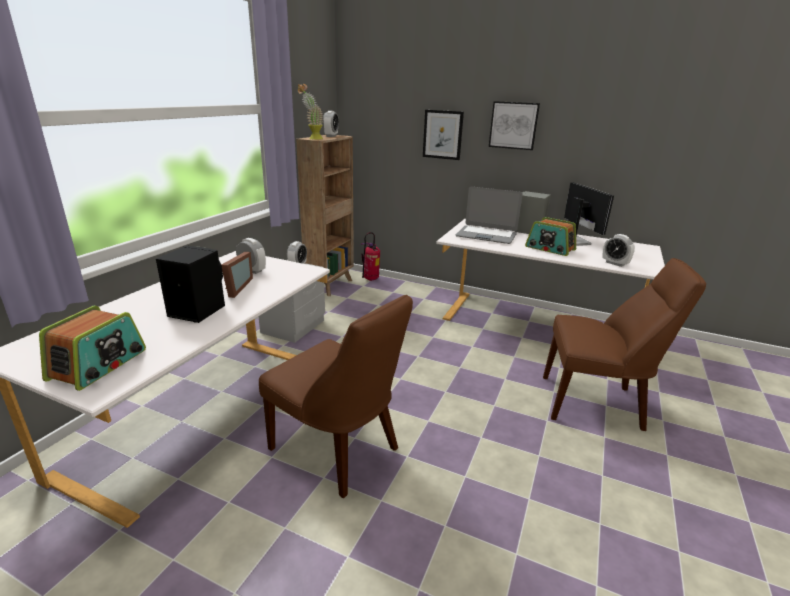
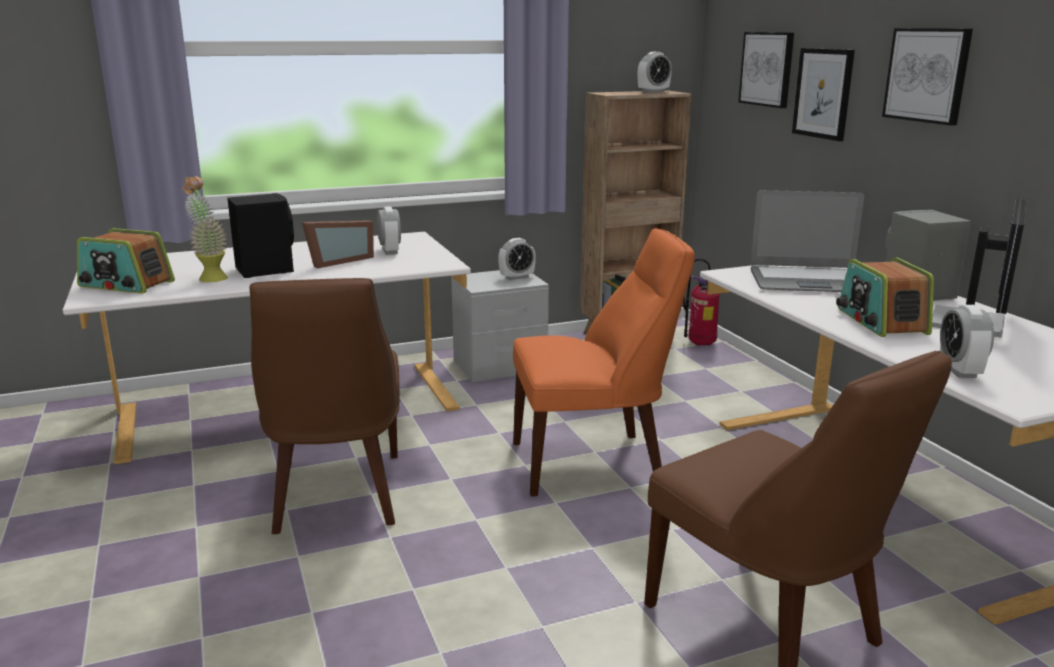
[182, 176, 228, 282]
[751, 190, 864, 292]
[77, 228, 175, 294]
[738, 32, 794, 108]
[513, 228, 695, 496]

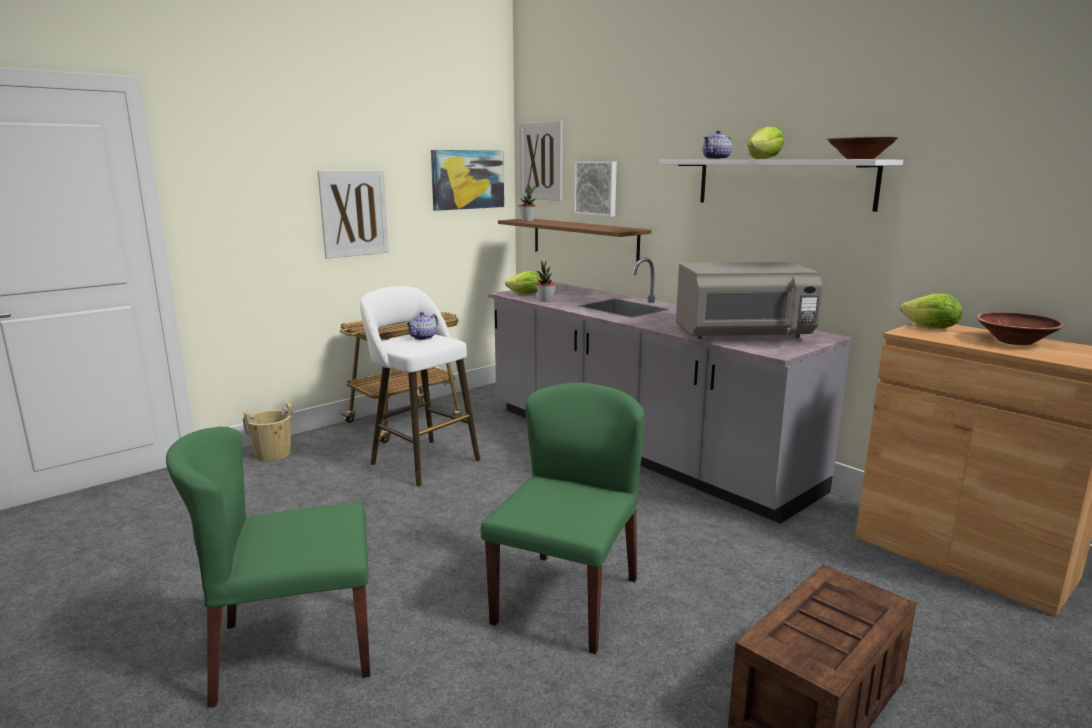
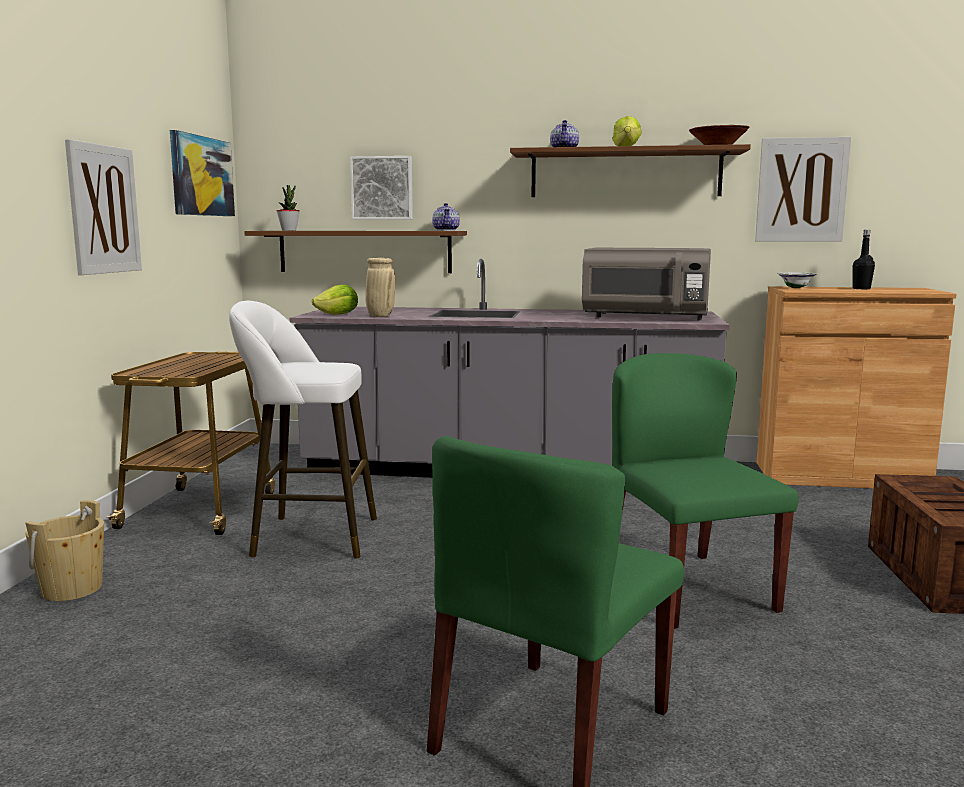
[755, 137, 851, 242]
[510, 144, 751, 197]
[365, 258, 395, 317]
[582, 248, 711, 320]
[777, 273, 818, 288]
[432, 203, 460, 231]
[853, 230, 875, 289]

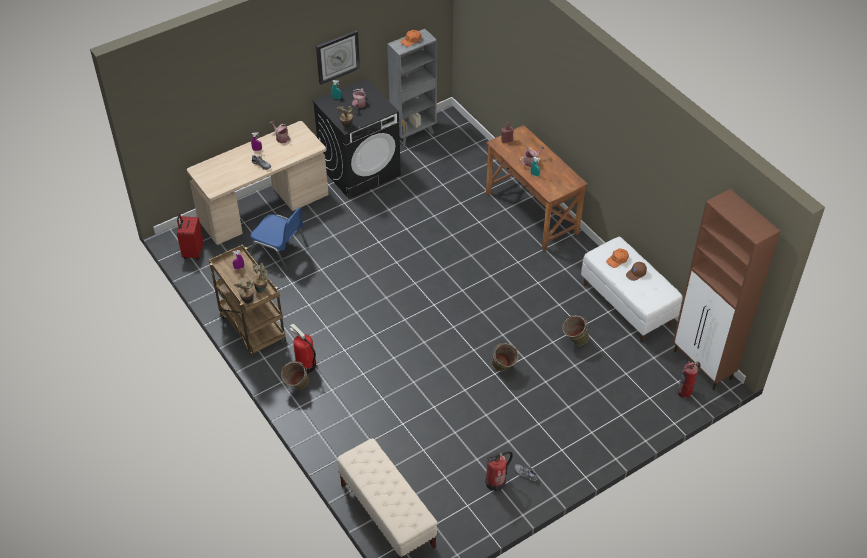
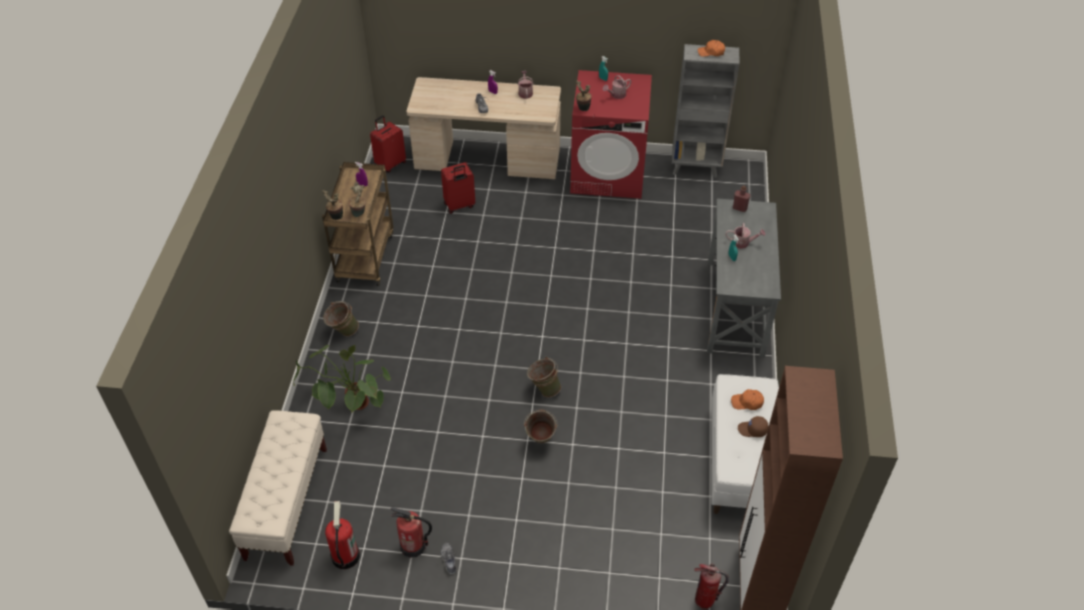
[316, 30, 360, 85] (first image)
[570, 70, 652, 199]
[707, 198, 781, 358]
[441, 162, 475, 214]
[527, 357, 561, 397]
[325, 501, 360, 569]
[293, 345, 391, 412]

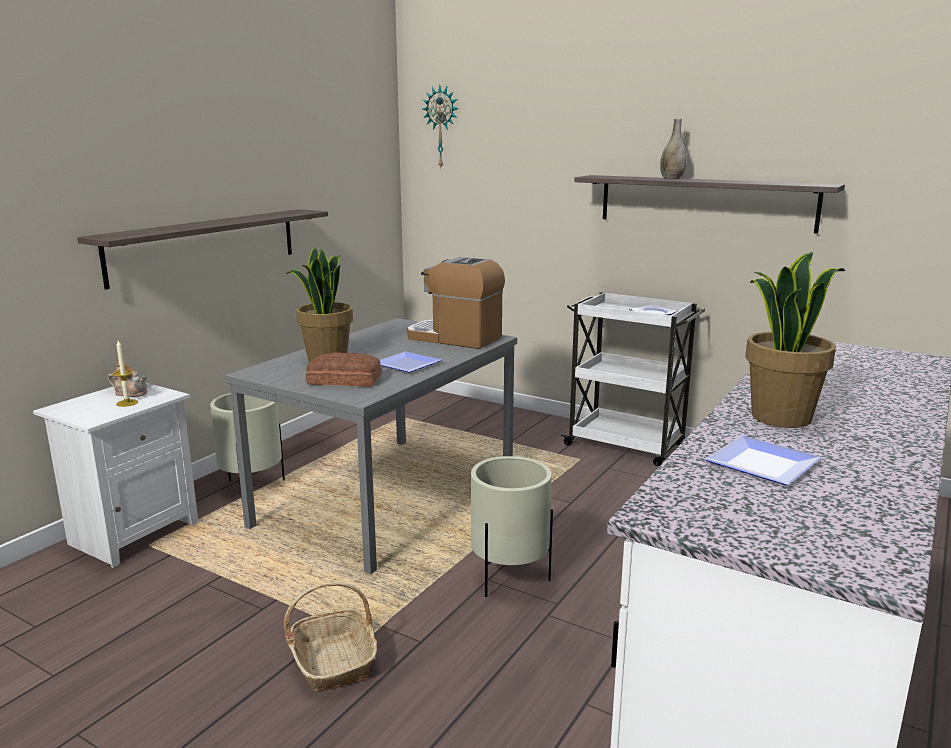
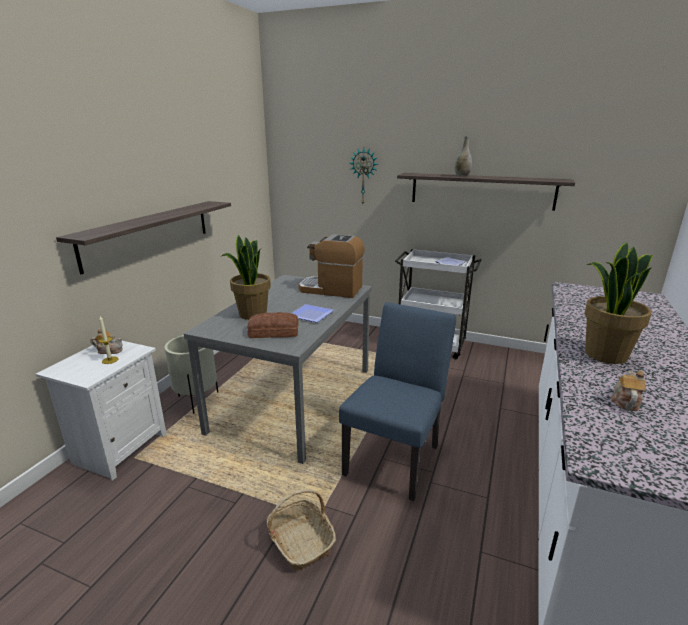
[349, 148, 378, 204]
[611, 371, 646, 411]
[339, 302, 456, 501]

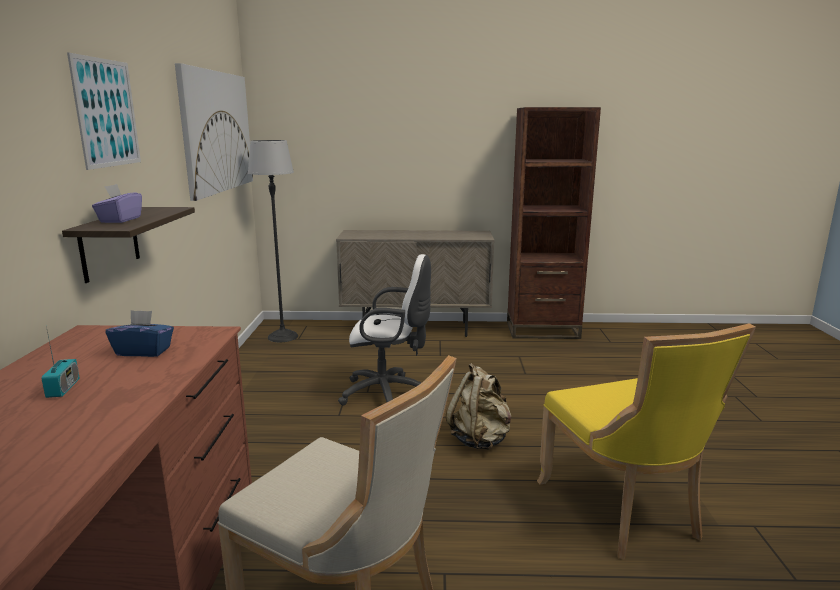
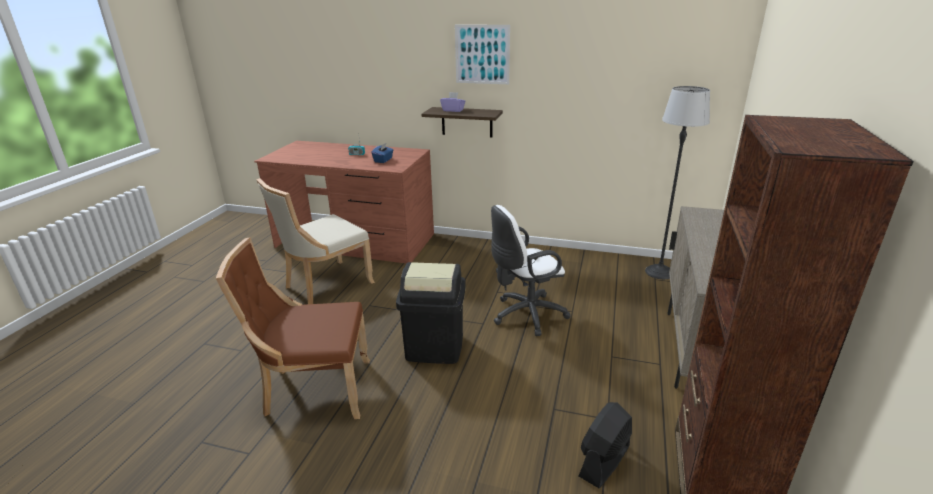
[175, 63, 253, 201] (first image)
[491, 205, 571, 336]
[216, 238, 370, 419]
[396, 262, 466, 364]
[579, 402, 632, 488]

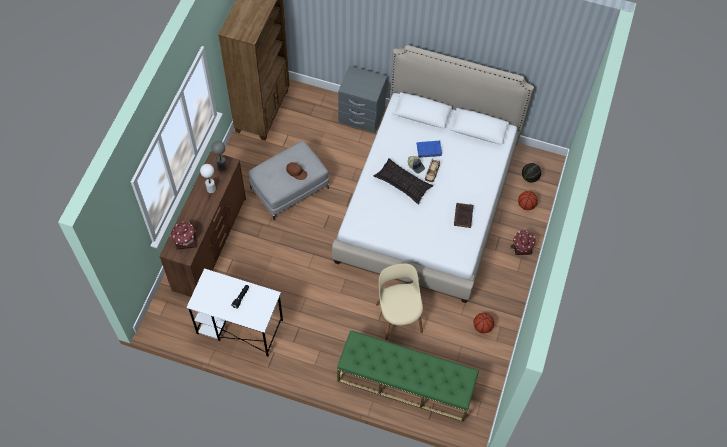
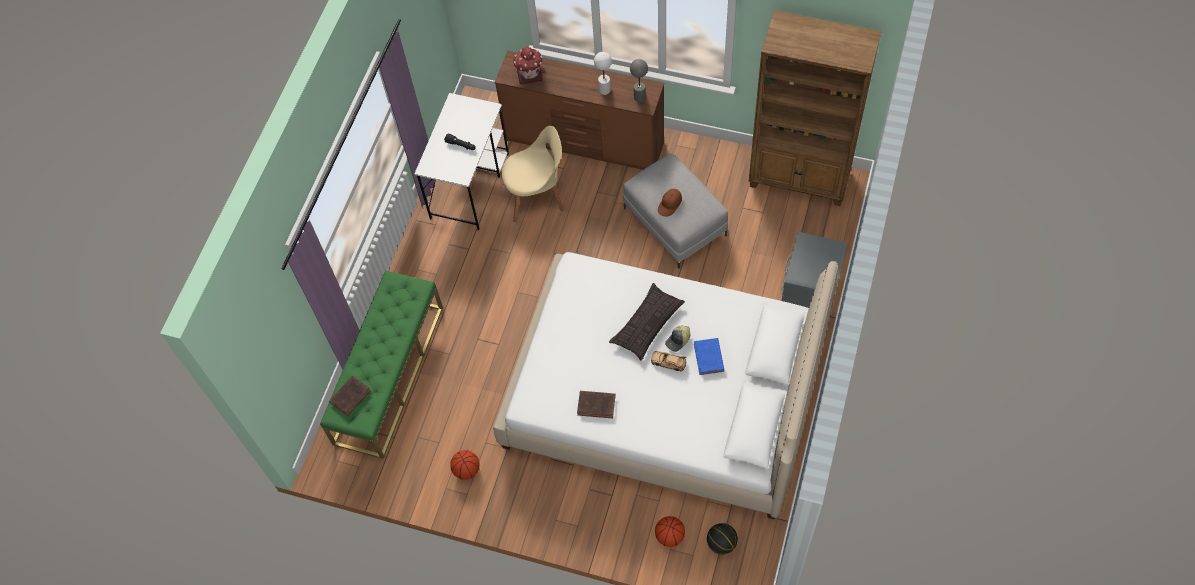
[511, 230, 535, 255] (first image)
[502, 126, 564, 222]
[329, 376, 371, 416]

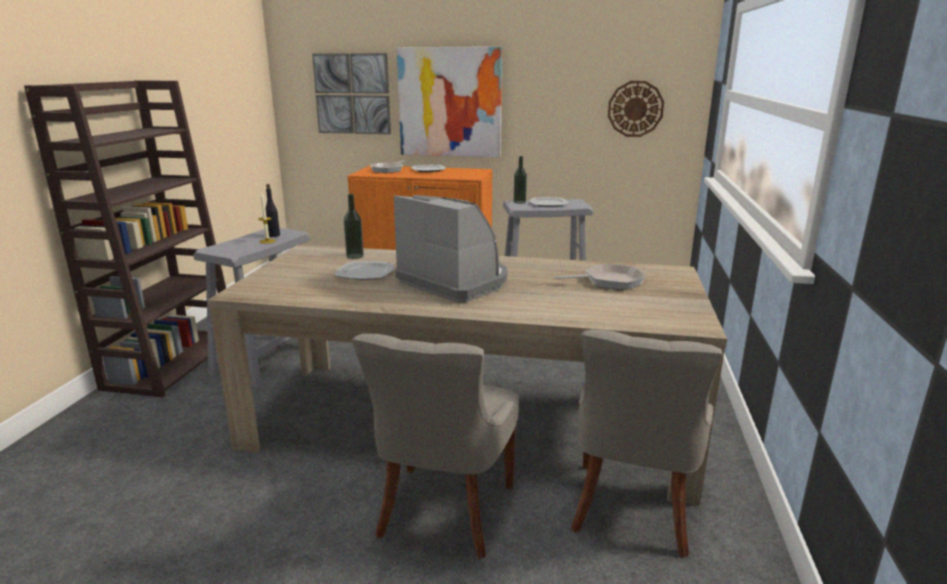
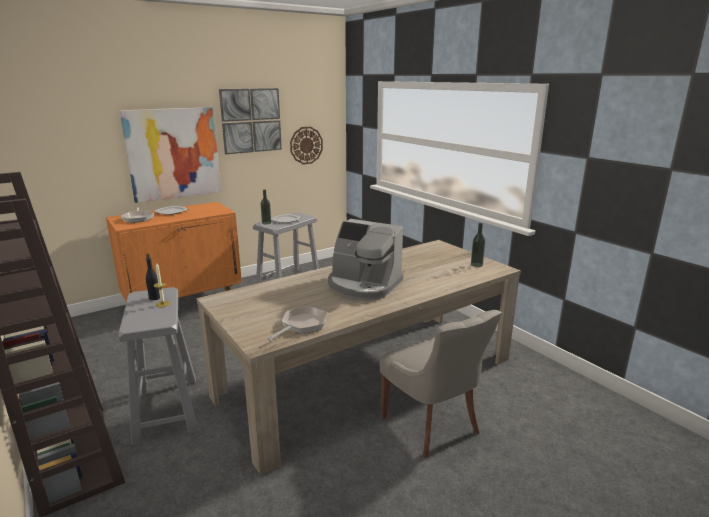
[219, 88, 282, 154]
[471, 223, 485, 267]
[328, 219, 403, 300]
[335, 261, 394, 280] (first image)
[268, 306, 328, 340]
[571, 329, 722, 558] (first image)

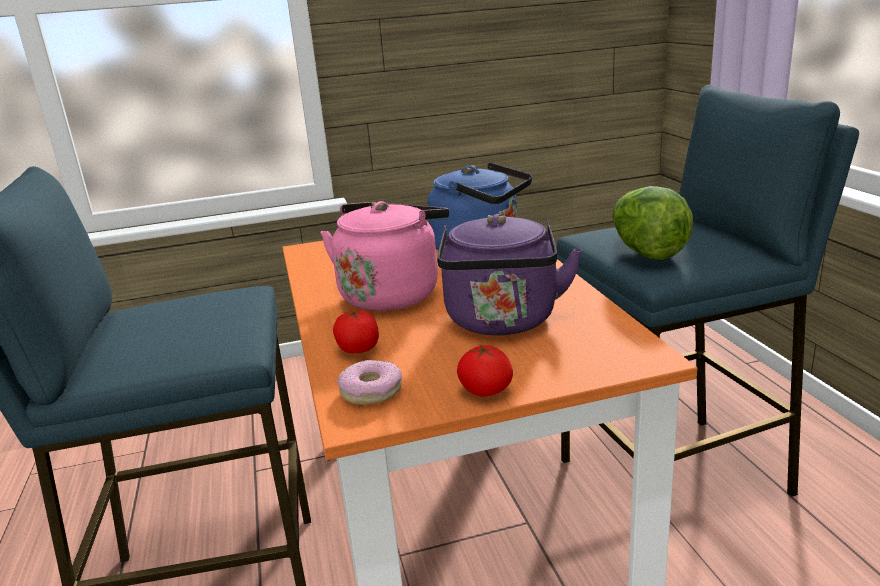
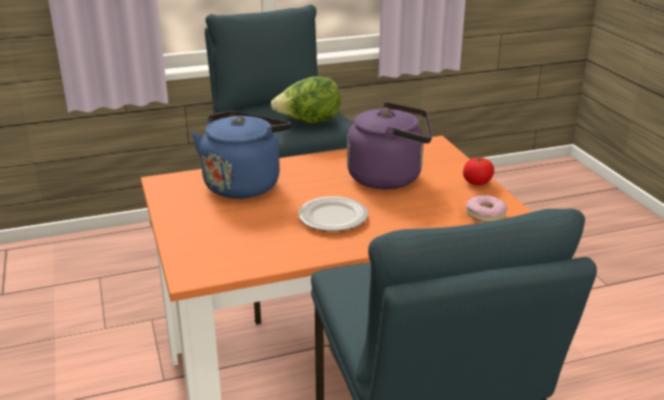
[298, 196, 368, 231]
[333, 309, 379, 354] (first image)

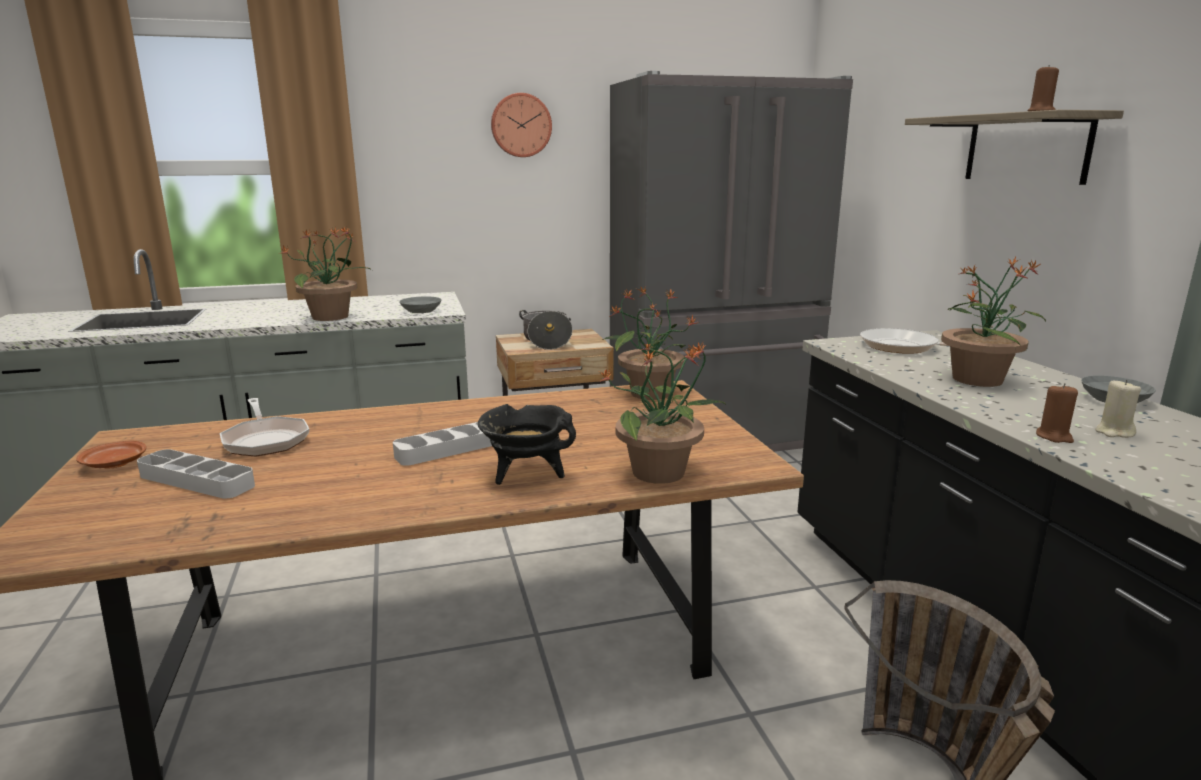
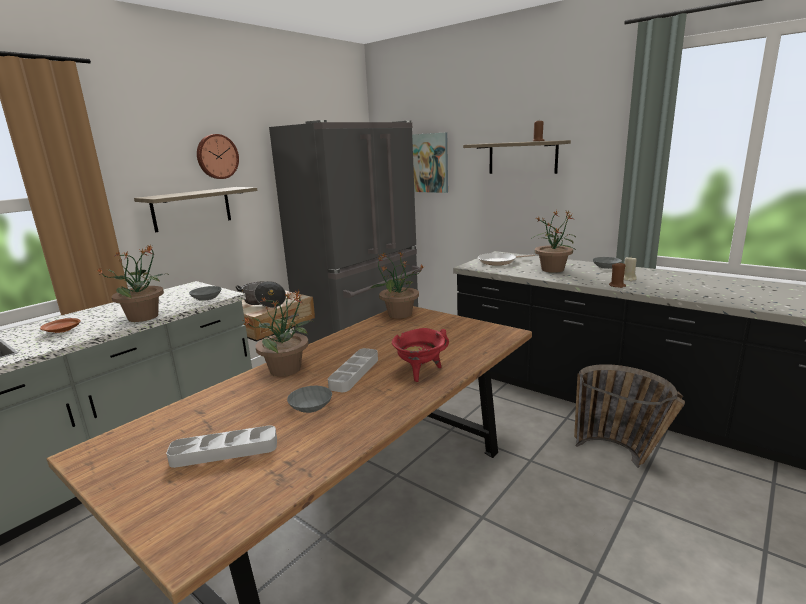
[243, 290, 312, 376]
[220, 398, 309, 456] (first image)
[392, 328, 449, 382]
[40, 318, 80, 333]
[412, 132, 448, 193]
[134, 187, 258, 232]
[287, 386, 332, 413]

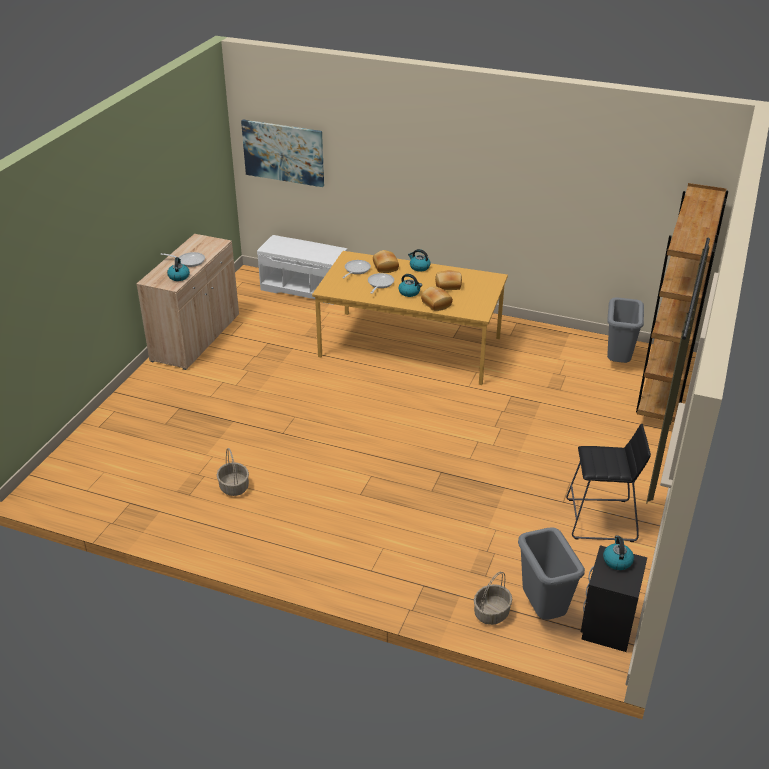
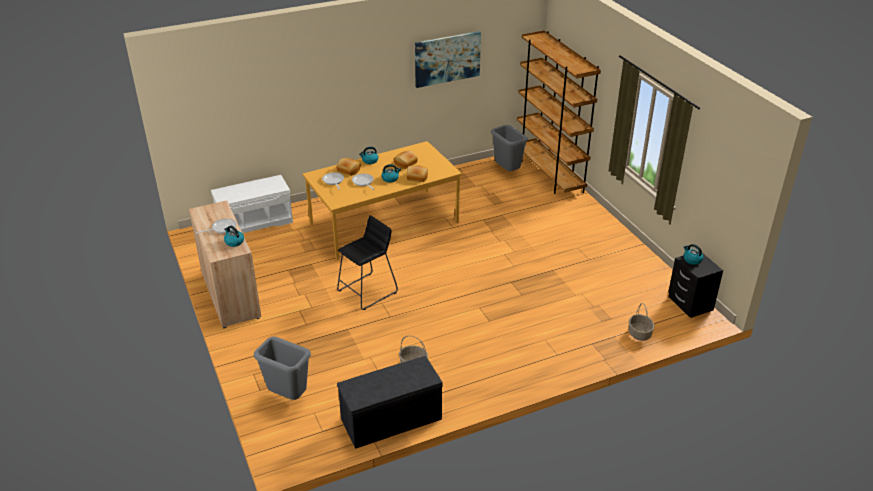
[415, 31, 481, 88]
[337, 215, 398, 310]
[254, 337, 311, 400]
[337, 356, 443, 449]

